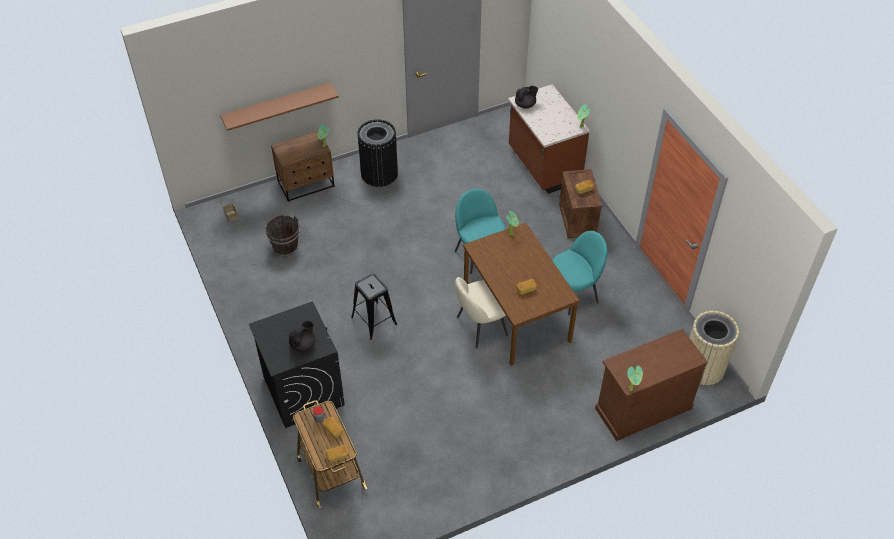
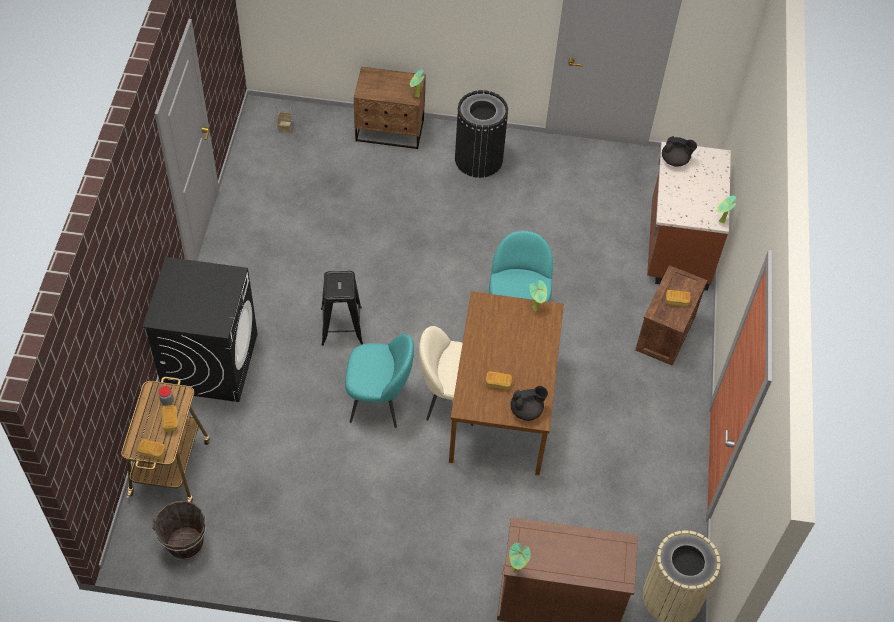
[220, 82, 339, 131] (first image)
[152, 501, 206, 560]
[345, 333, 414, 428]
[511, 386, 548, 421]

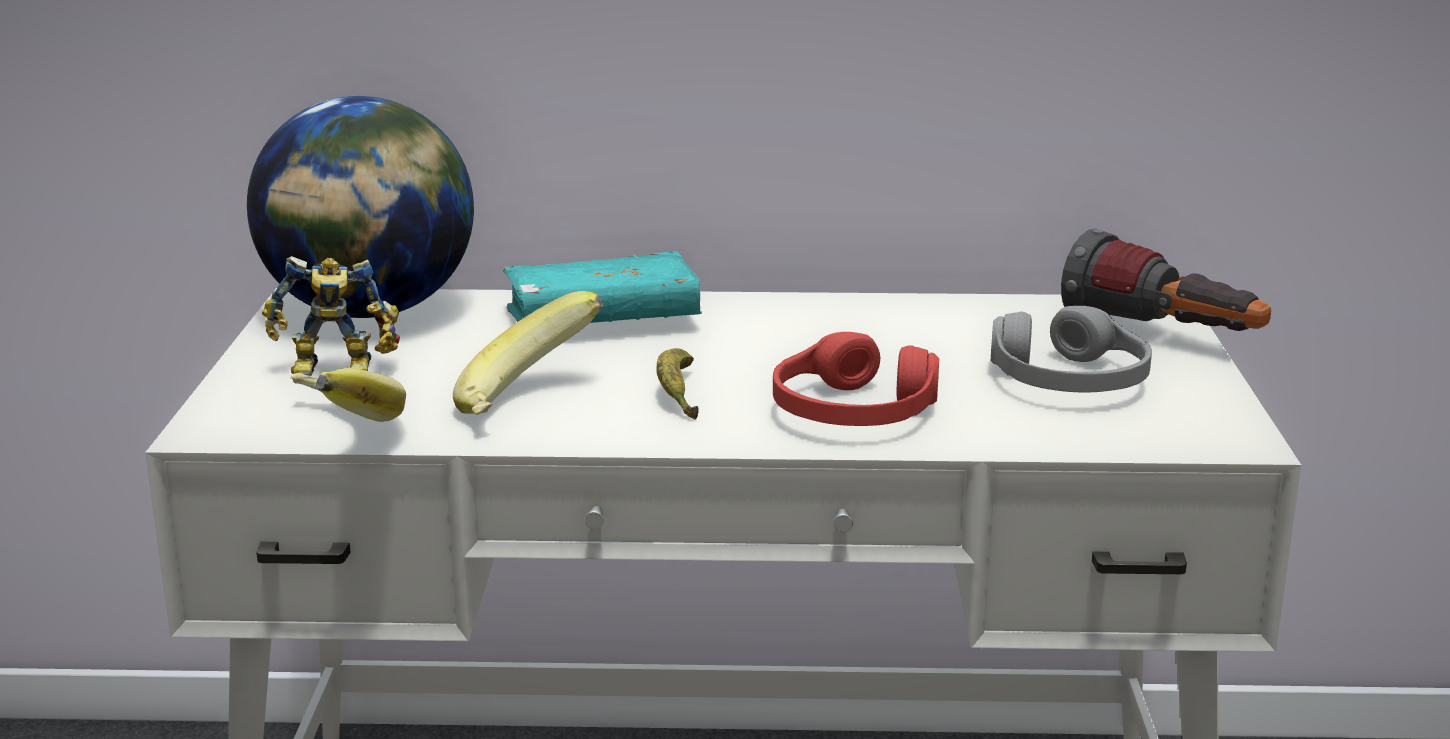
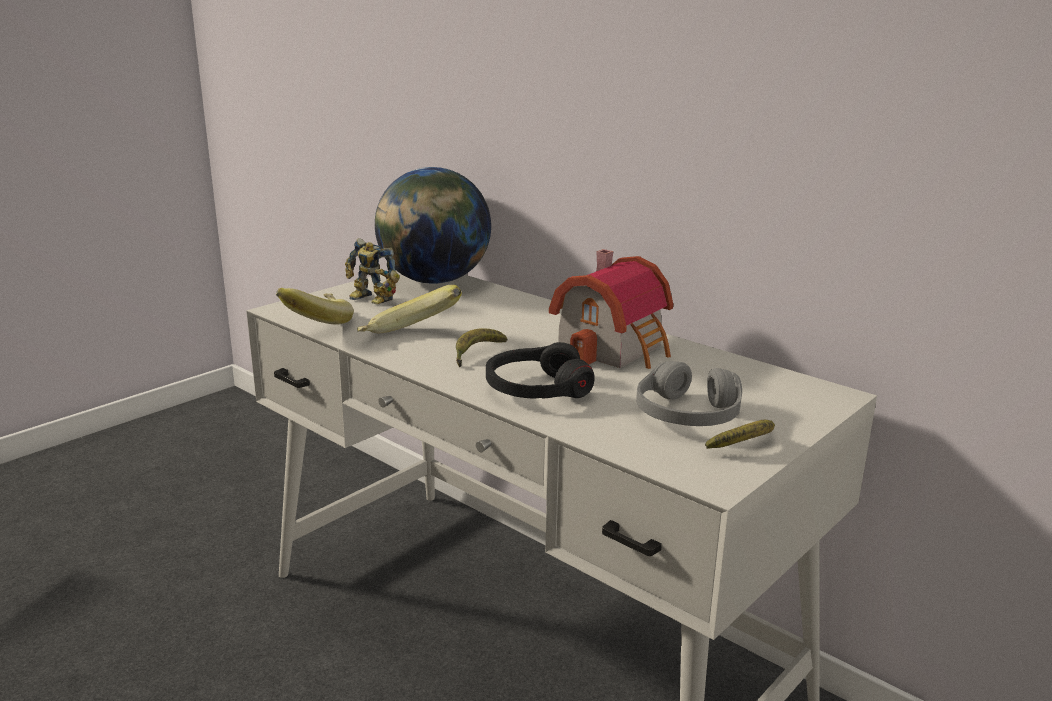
[1061, 229, 1271, 331] (first image)
[503, 251, 702, 323] (first image)
[486, 342, 595, 399]
[549, 249, 673, 369]
[705, 420, 775, 449]

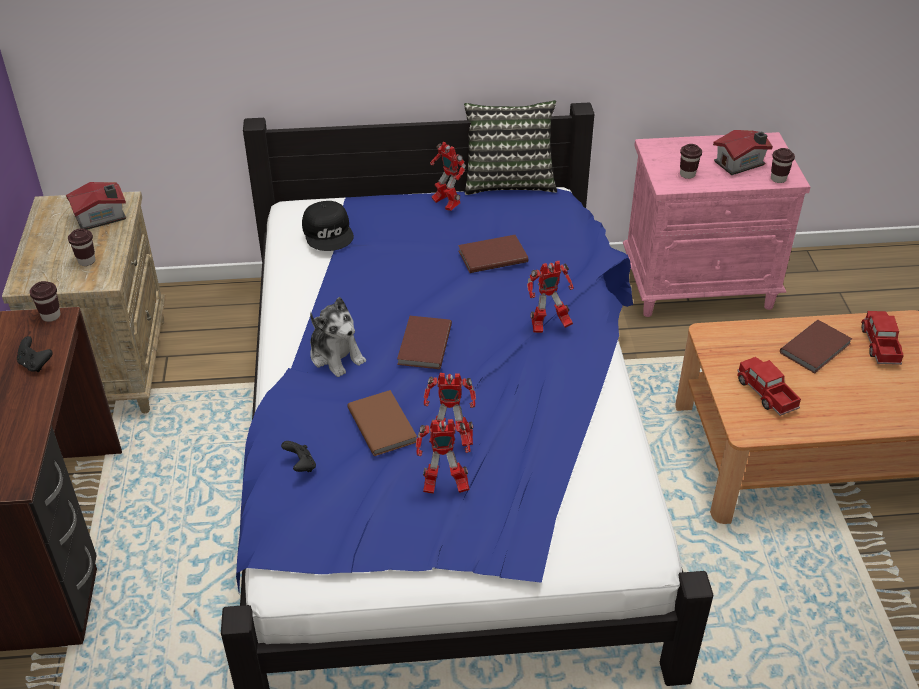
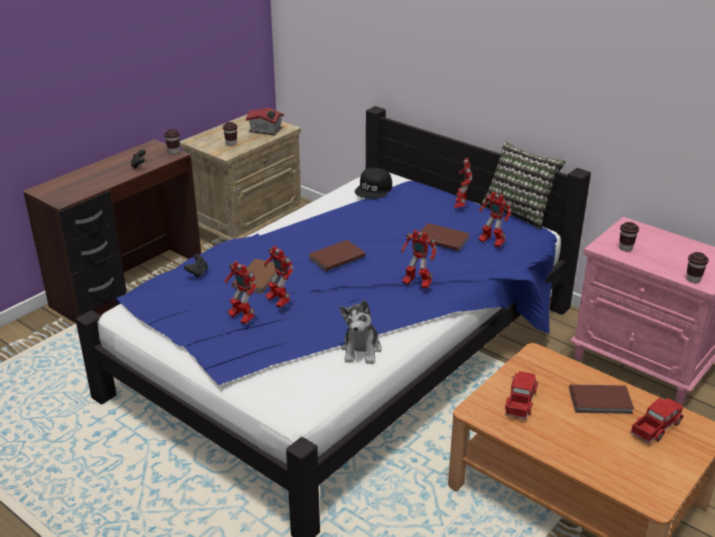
[713, 130, 773, 175] (first image)
[339, 300, 382, 364]
[478, 191, 511, 247]

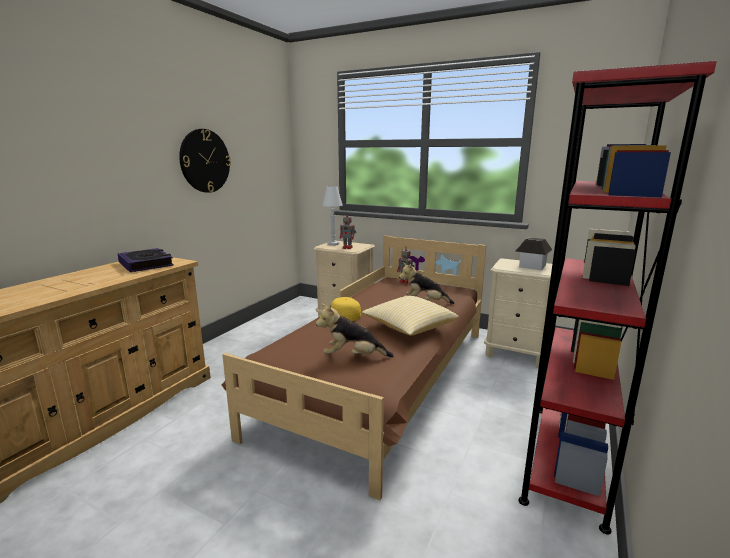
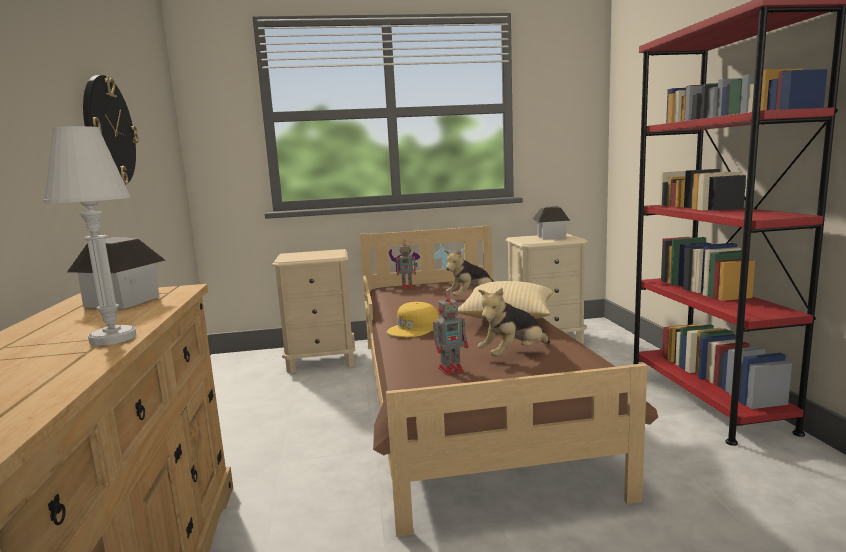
[43, 126, 136, 346]
[433, 291, 468, 375]
[67, 237, 165, 309]

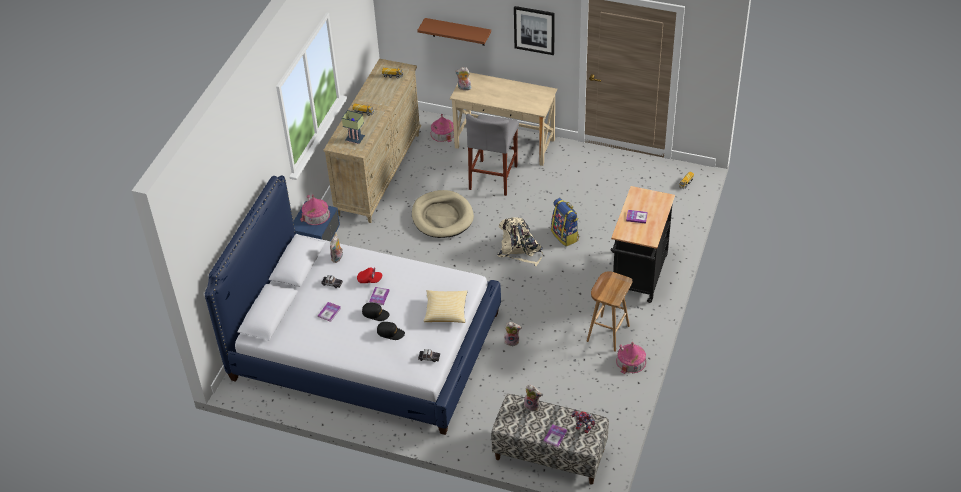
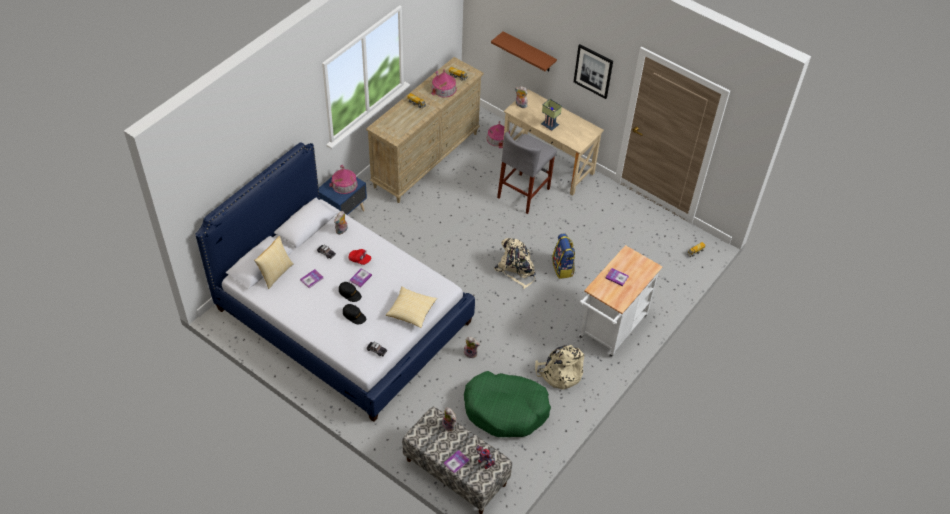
[541, 99, 562, 131]
[579, 245, 662, 357]
[412, 190, 474, 238] (first image)
[535, 345, 584, 390]
[431, 69, 457, 98]
[254, 236, 294, 289]
[464, 371, 551, 437]

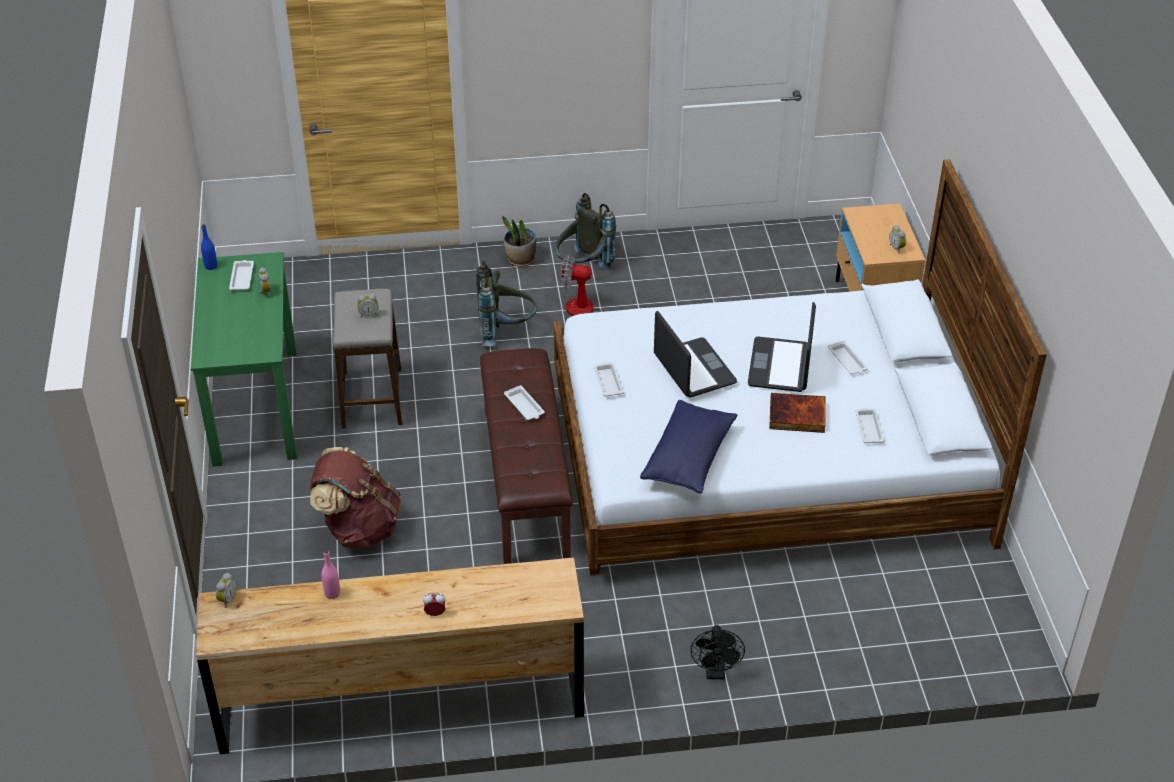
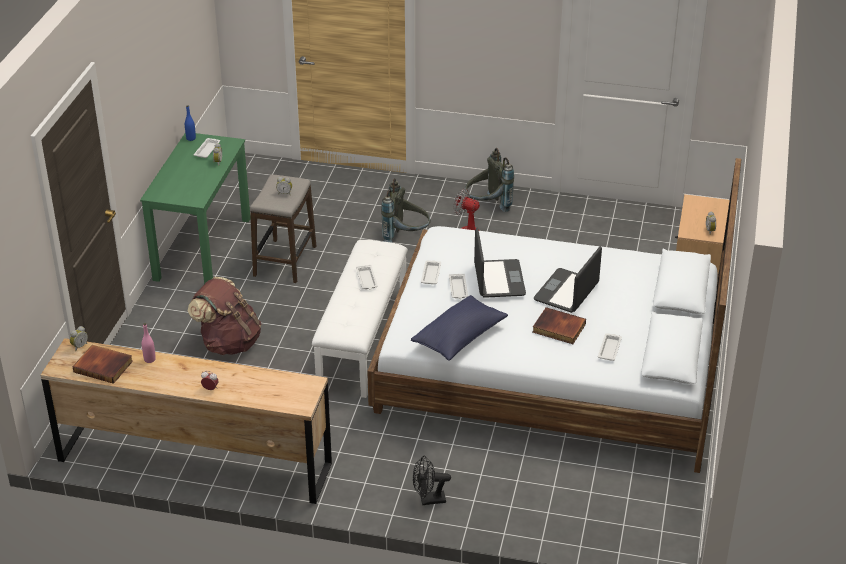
[502, 216, 536, 267] (first image)
[449, 274, 468, 299]
[312, 240, 408, 398]
[413, 456, 451, 505]
[72, 345, 133, 384]

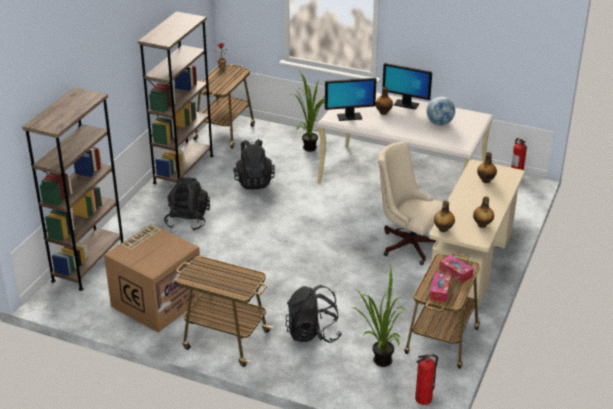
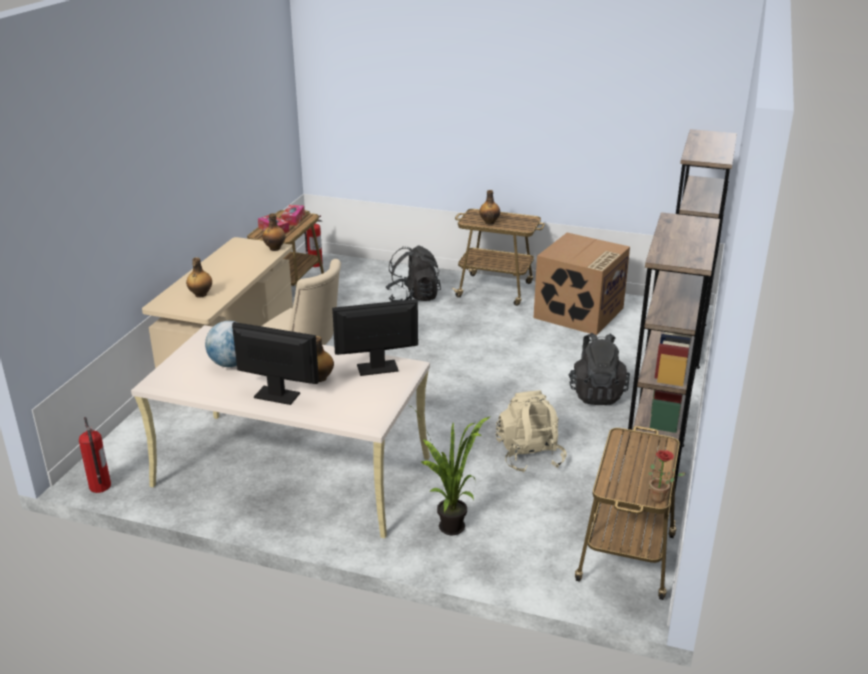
[496, 390, 567, 473]
[479, 190, 500, 225]
[352, 264, 405, 367] (first image)

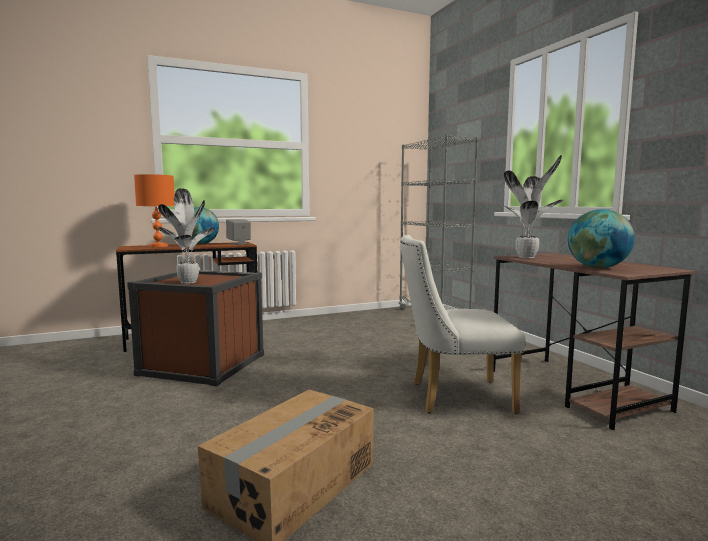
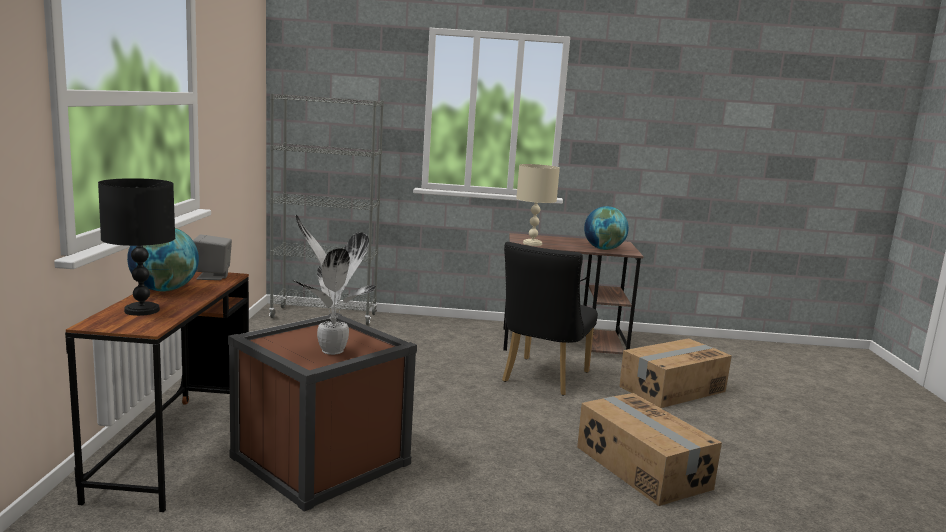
[516, 164, 560, 246]
[98, 178, 175, 316]
[502, 242, 598, 396]
[619, 338, 732, 408]

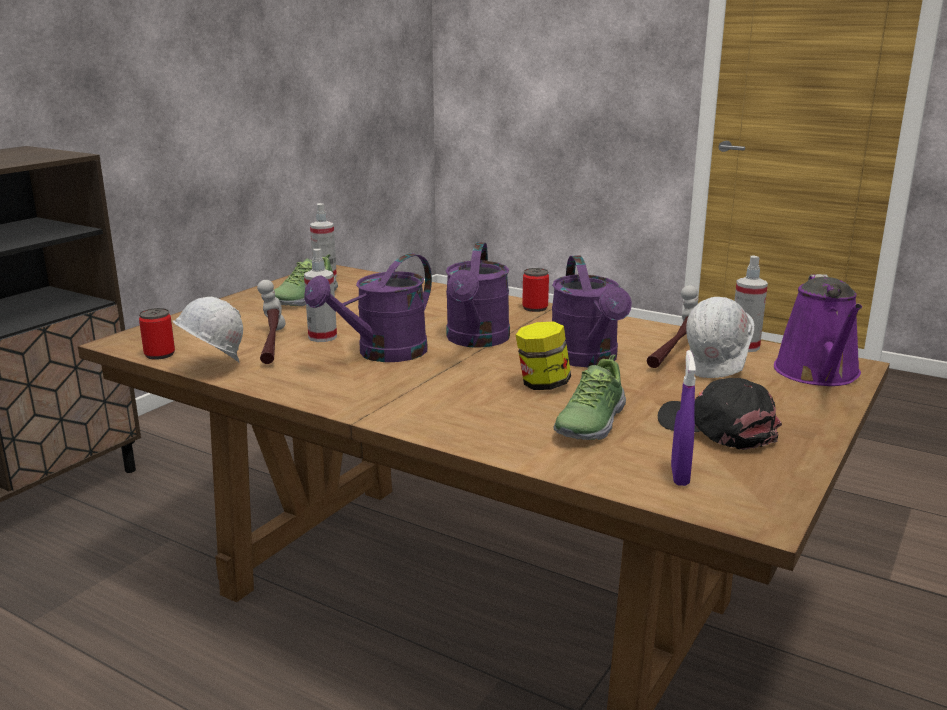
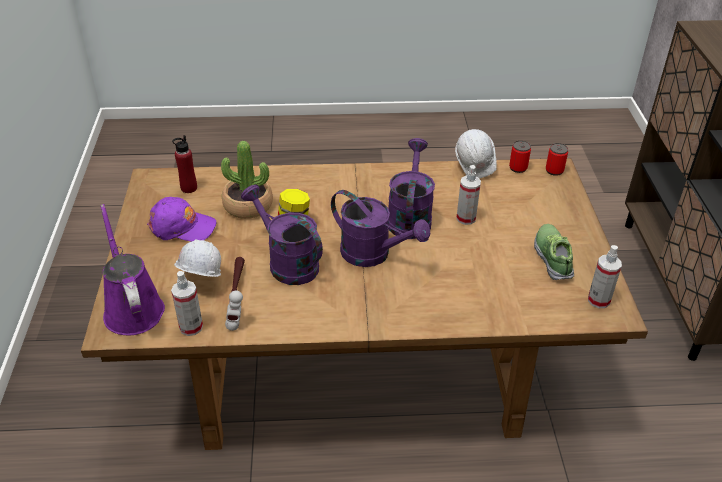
[331, 190, 430, 267]
[546, 143, 568, 176]
[257, 280, 286, 364] (first image)
[172, 135, 197, 193]
[221, 141, 273, 219]
[147, 197, 217, 242]

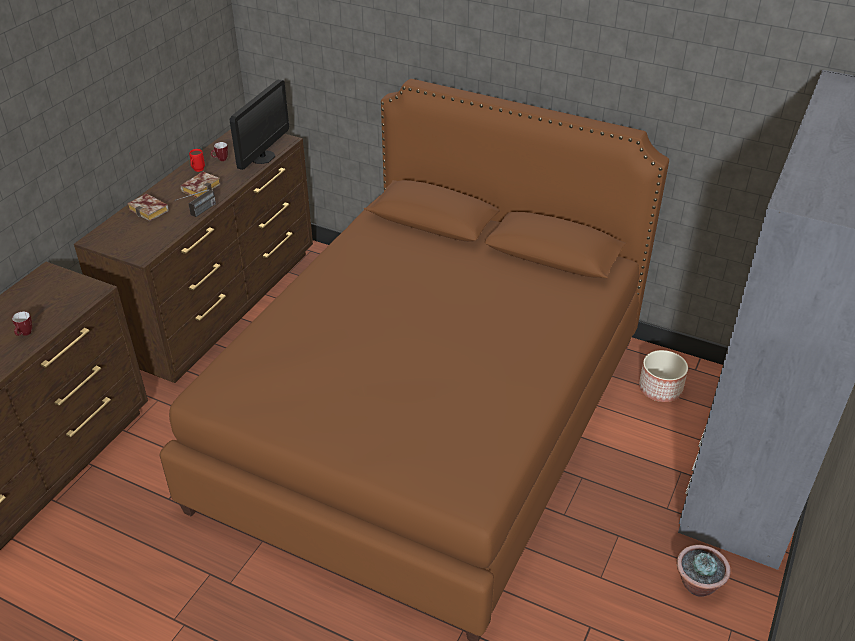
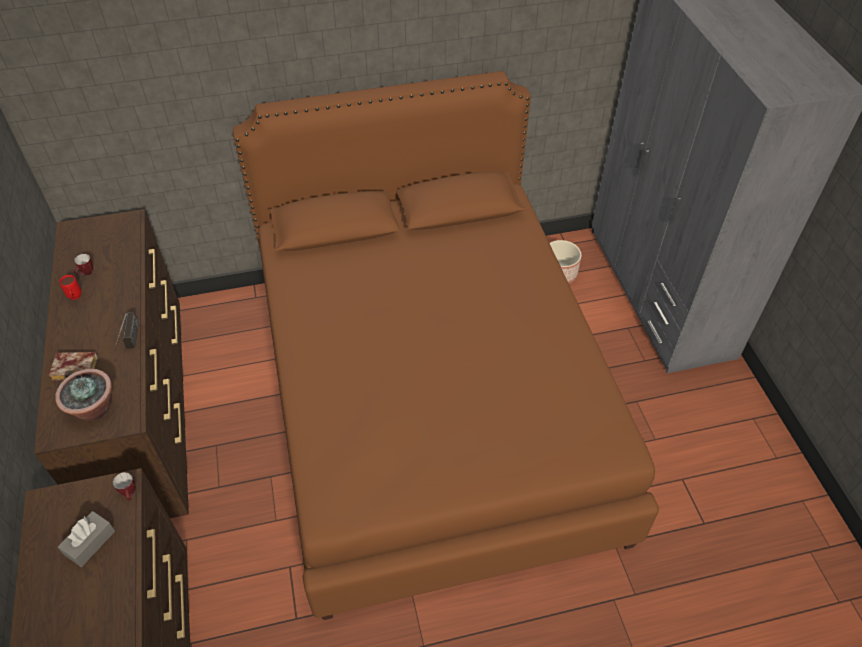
[230, 79, 289, 170] (first image)
[180, 171, 221, 198] (first image)
[113, 472, 136, 501]
[55, 369, 112, 421]
[58, 511, 115, 567]

